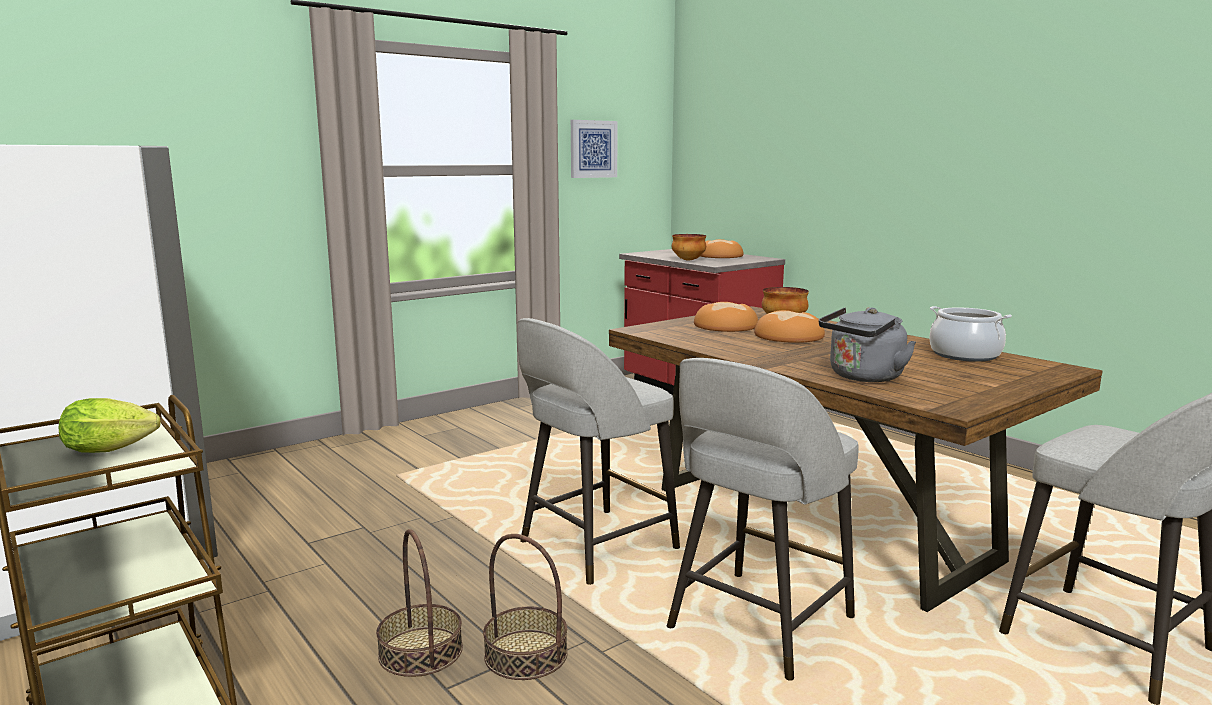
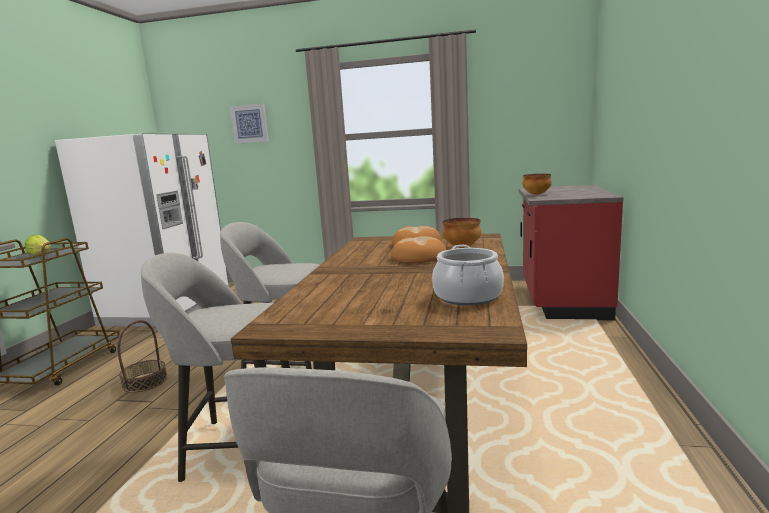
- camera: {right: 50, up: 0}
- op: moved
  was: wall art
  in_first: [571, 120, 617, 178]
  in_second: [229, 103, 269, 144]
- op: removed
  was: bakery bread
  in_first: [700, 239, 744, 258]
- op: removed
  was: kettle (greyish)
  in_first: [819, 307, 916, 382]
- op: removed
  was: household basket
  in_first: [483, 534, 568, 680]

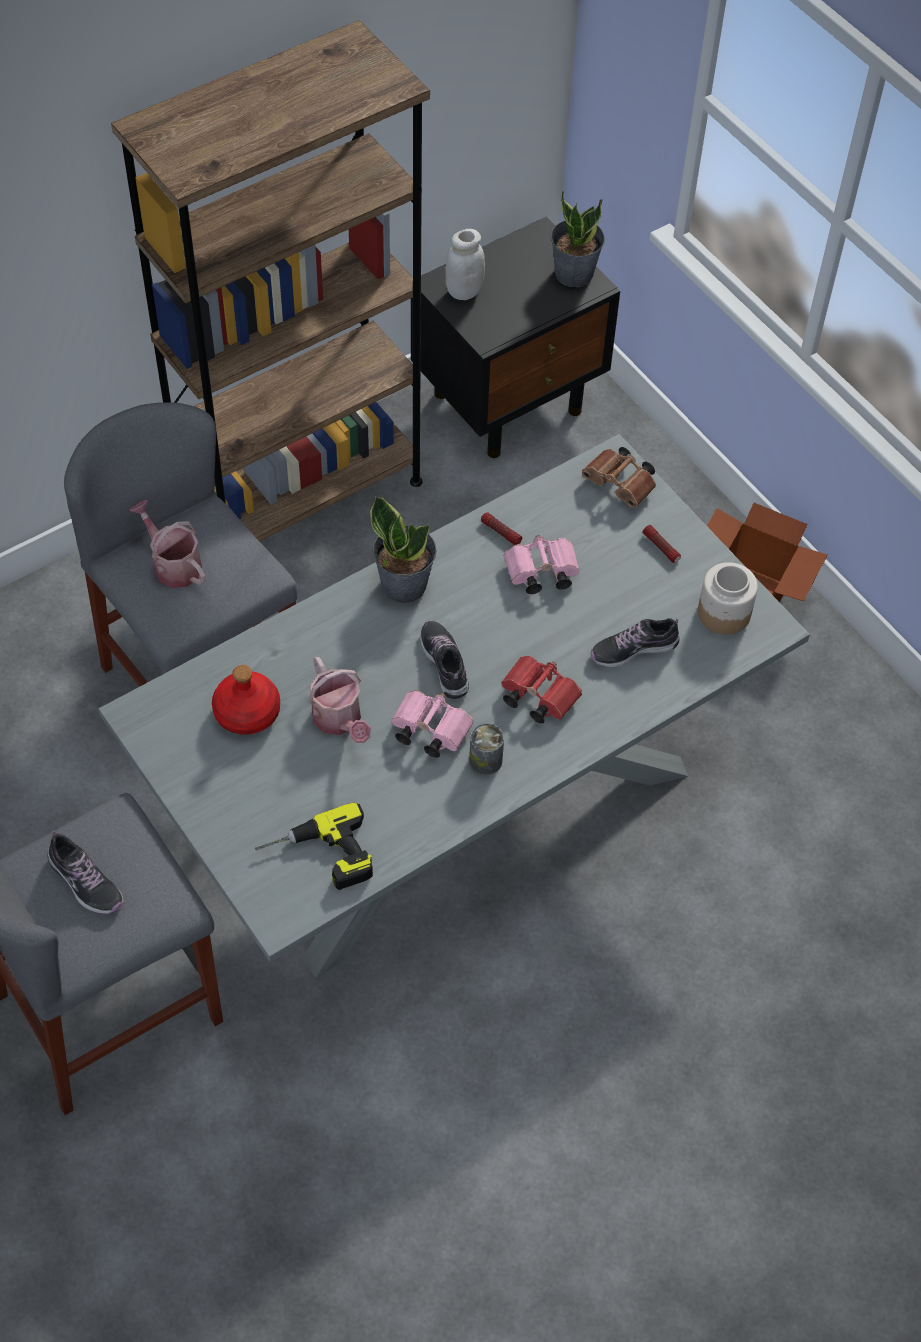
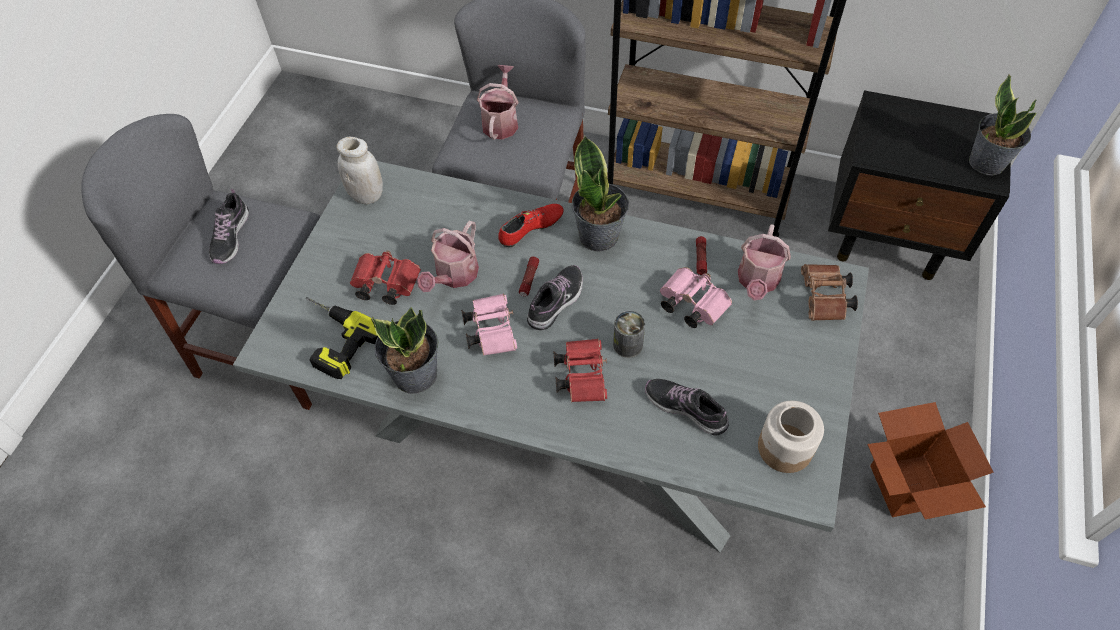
- camera: {right: 55, up: 0}
- op: moved
  was: preserve jar (white)
  in_first: [445, 229, 485, 300]
  in_second: [337, 137, 383, 204]
- op: moved
  was: flashlight
  in_first: [643, 525, 681, 563]
  in_second: [519, 257, 539, 296]
- op: removed
  was: bottle (red-coloured)
  in_first: [212, 665, 280, 735]
- op: moved
  was: sealed can
  in_first: [469, 723, 504, 775]
  in_second: [613, 311, 645, 358]
- op: added
  now: item of footwear (red-coloured)
  in_second: [498, 204, 564, 247]
- op: added
  now: watering pot
  in_second: [738, 224, 791, 300]
- op: added
  now: binoculars (red-coloured)
  in_second: [350, 250, 421, 305]
- op: added
  now: houseplant
  in_second: [371, 307, 438, 394]

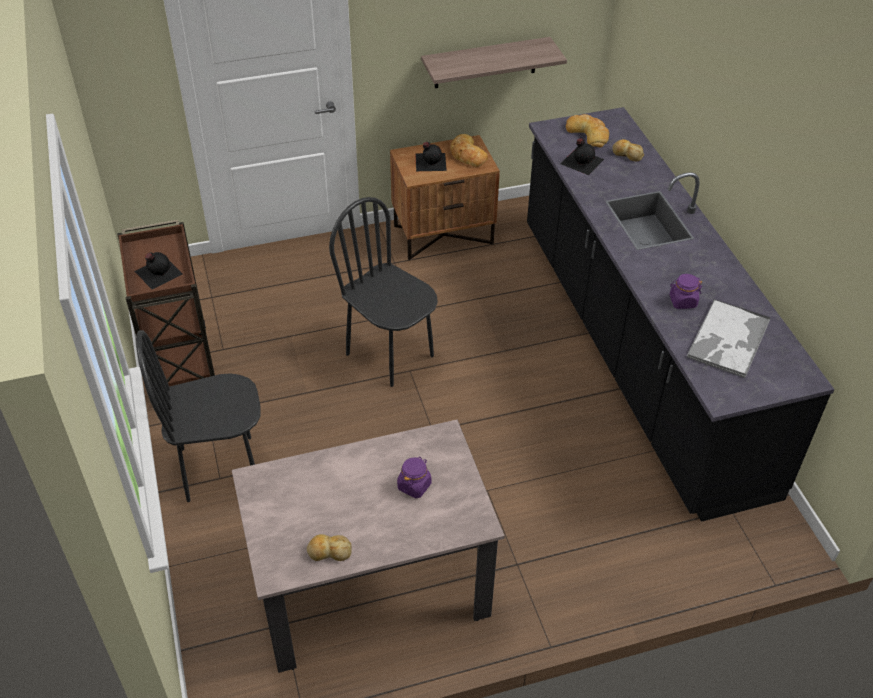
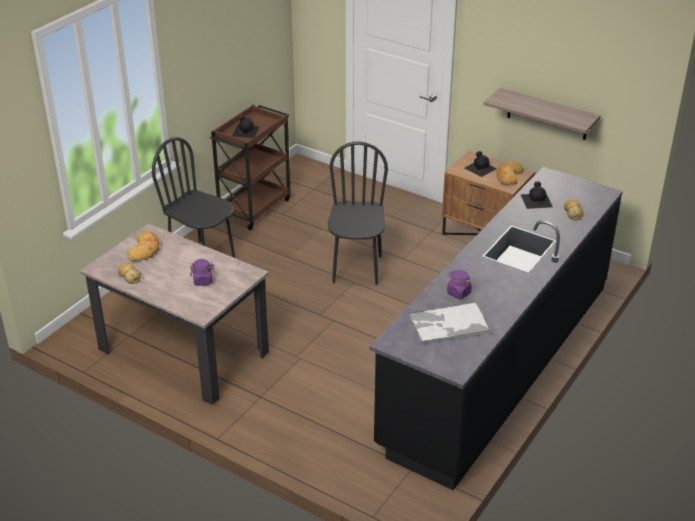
- camera: {right: 50, up: -10}
- op: moved
  was: bakery bread
  in_first: [566, 114, 609, 148]
  in_second: [127, 231, 160, 261]

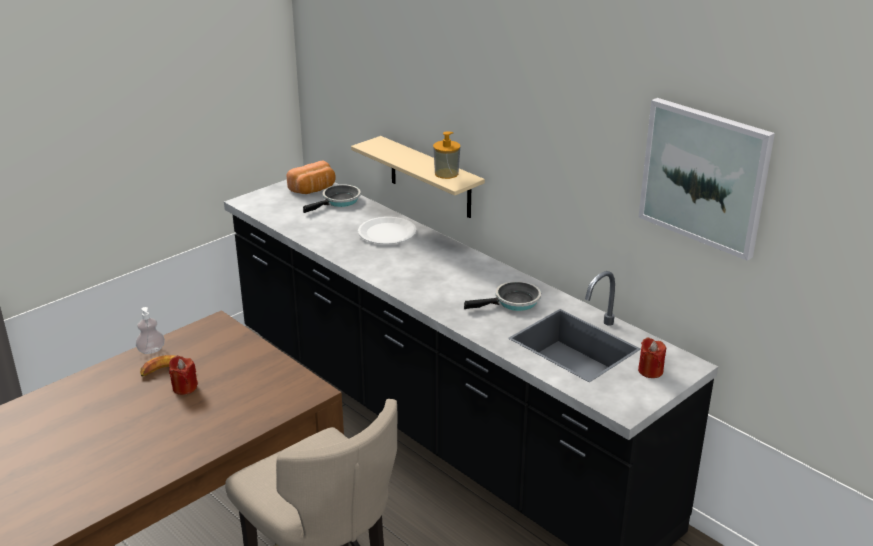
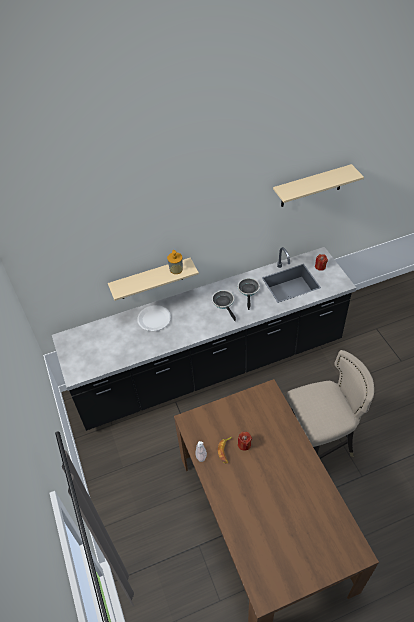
- camera: {right: -65, up: 20}
- op: replaced
  was: wall art
  now: bracket shelf (beige-coloured)
  in_first: [638, 98, 775, 261]
  in_second: [273, 164, 364, 207]
- op: removed
  was: bakery bread
  in_first: [287, 160, 335, 194]
- op: moved
  was: frying pan
  in_first: [303, 184, 361, 213]
  in_second: [212, 290, 236, 321]

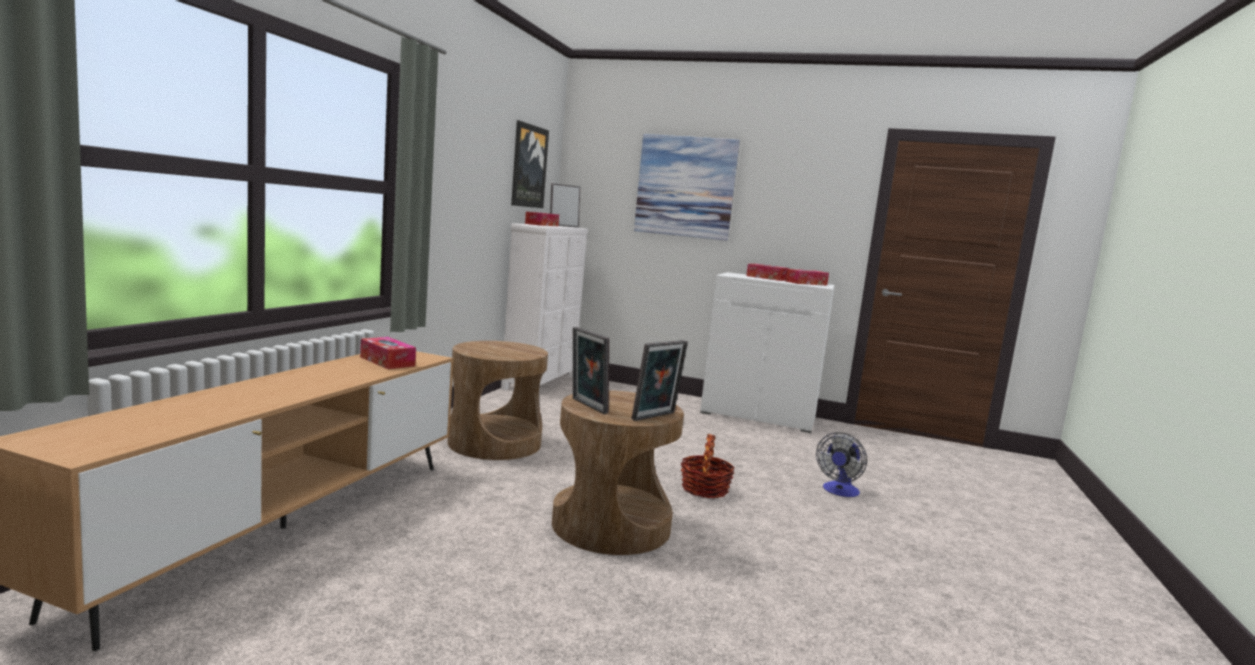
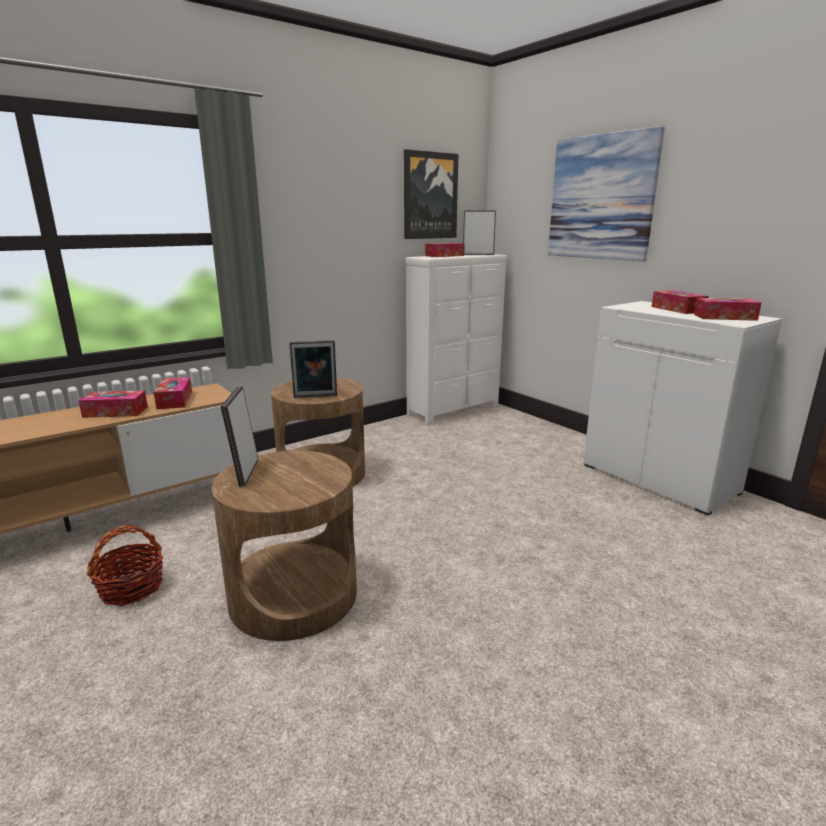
- camera: {right: 35, up: 10}
- op: moved
  was: photo frame
  in_first: [632, 340, 688, 421]
  in_second: [289, 340, 337, 398]
- op: removed
  was: electric fan
  in_first: [816, 432, 867, 497]
- op: moved
  was: household basket
  in_first: [681, 434, 735, 499]
  in_second: [86, 525, 163, 606]
- op: added
  now: box of tissues
  in_second: [78, 391, 148, 418]

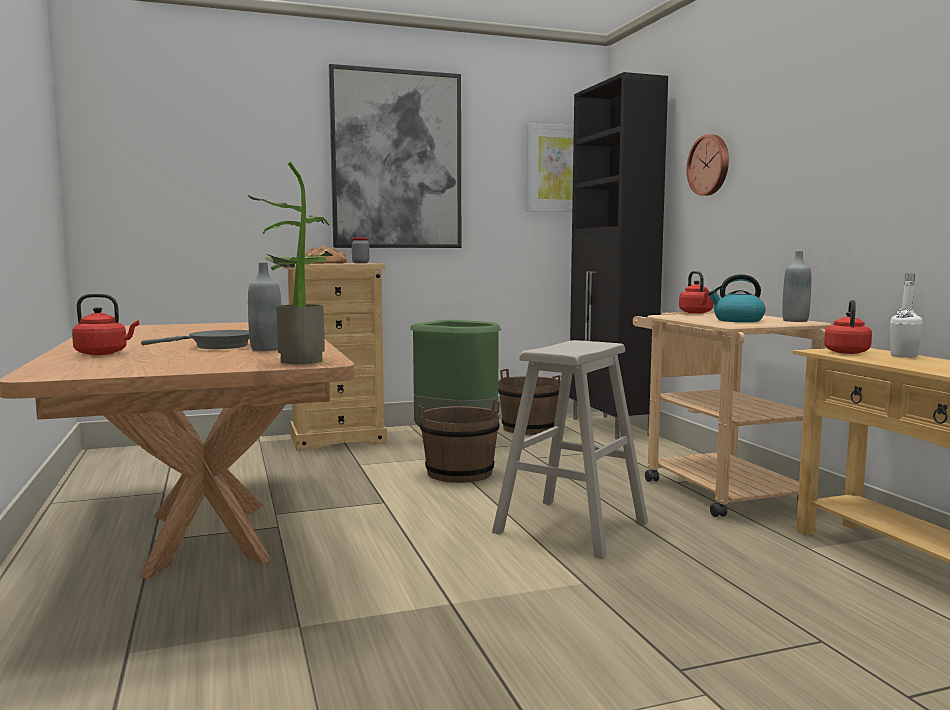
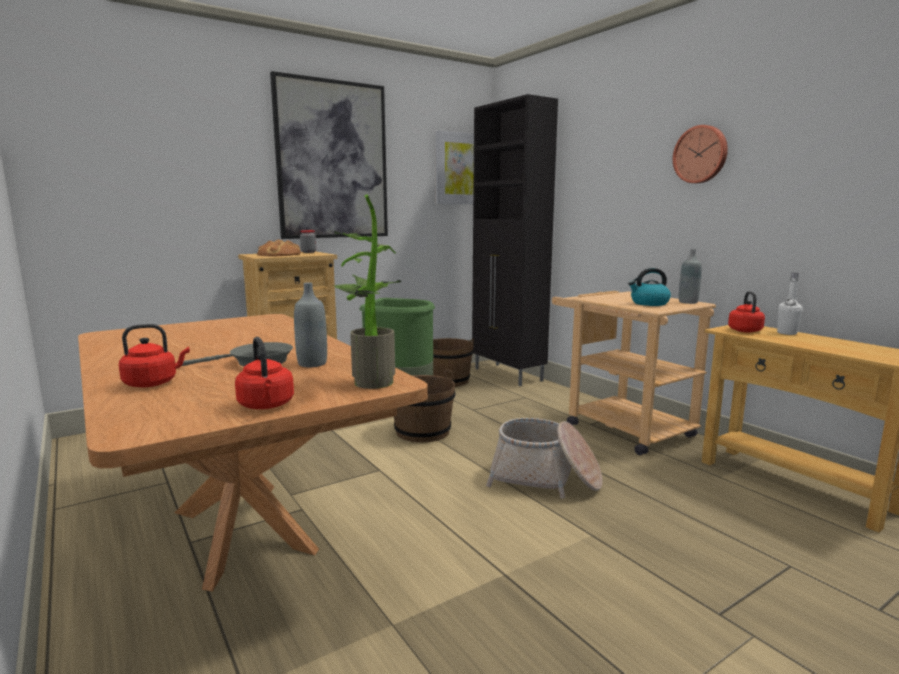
- camera: {right: -15, up: 5}
- op: moved
  was: hanging clock
  in_first: [687, 134, 729, 196]
  in_second: [673, 125, 728, 183]
- op: moved
  was: kettle (red-coloured)
  in_first: [679, 271, 714, 313]
  in_second: [235, 337, 294, 409]
- op: replaced
  was: sitting stool (beige-coloured)
  now: household basket
  in_first: [492, 340, 648, 559]
  in_second: [486, 418, 603, 499]

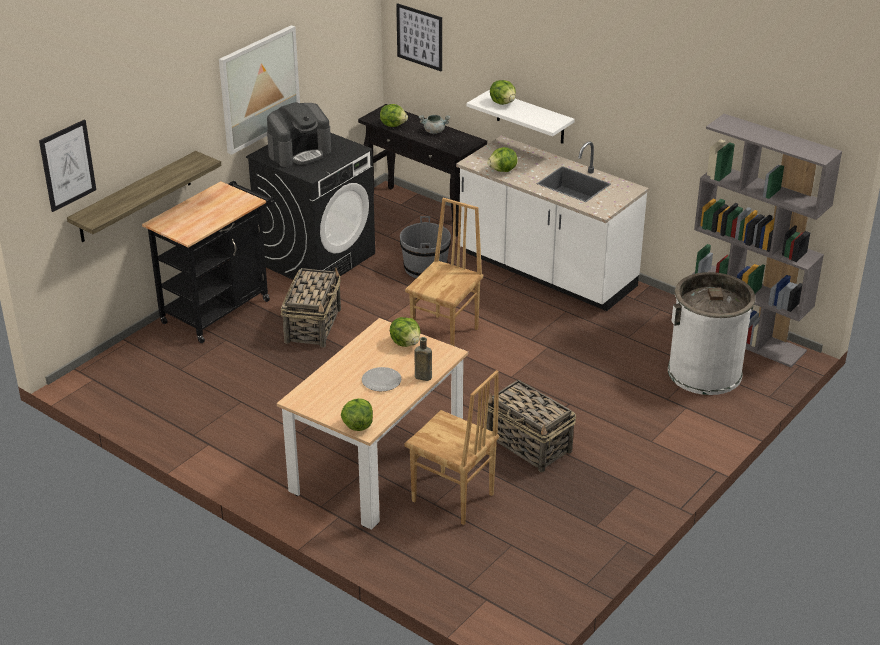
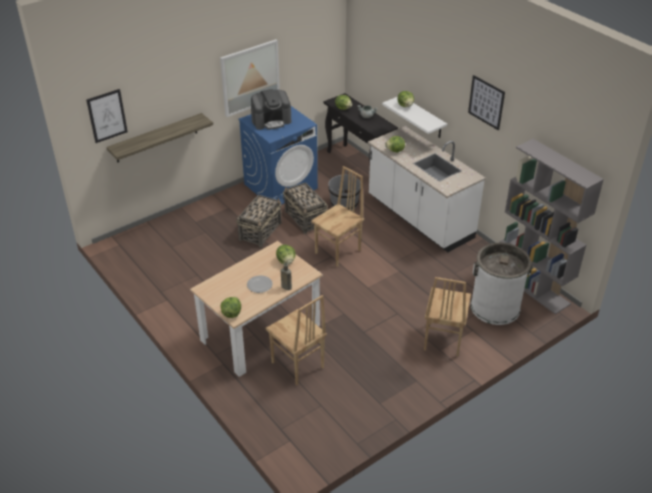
- camera: {right: 15, up: 5}
- op: moved
  was: wall art
  in_first: [396, 3, 442, 71]
  in_second: [468, 75, 505, 130]
- op: recoloured
  was: washing machine (black)
  now: washing machine (blue)
  in_first: [246, 133, 375, 280]
  in_second: [238, 106, 318, 205]
- op: removed
  was: cart (black)
  in_first: [142, 181, 275, 343]
- op: moved
  was: household basket
  in_first: [485, 380, 576, 472]
  in_second: [283, 182, 328, 234]
- op: added
  now: chair (brown)
  in_second: [424, 277, 471, 357]

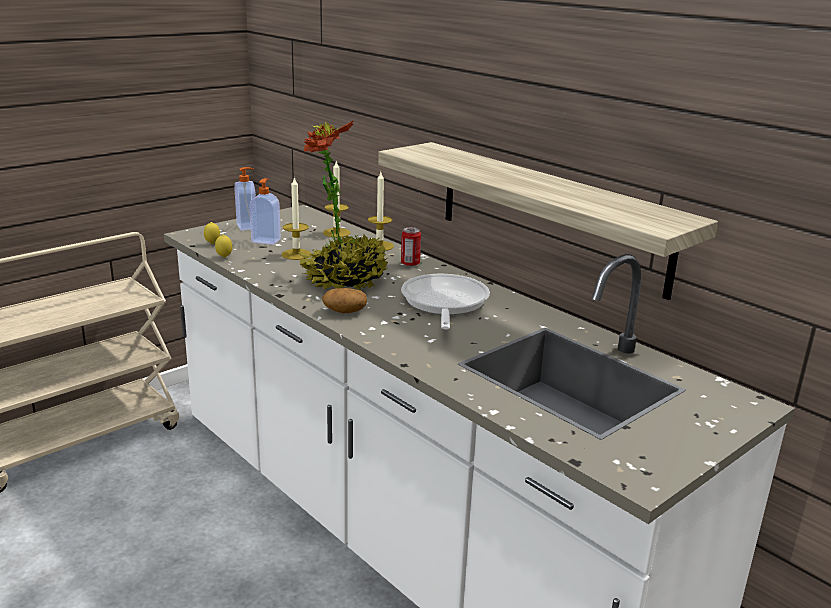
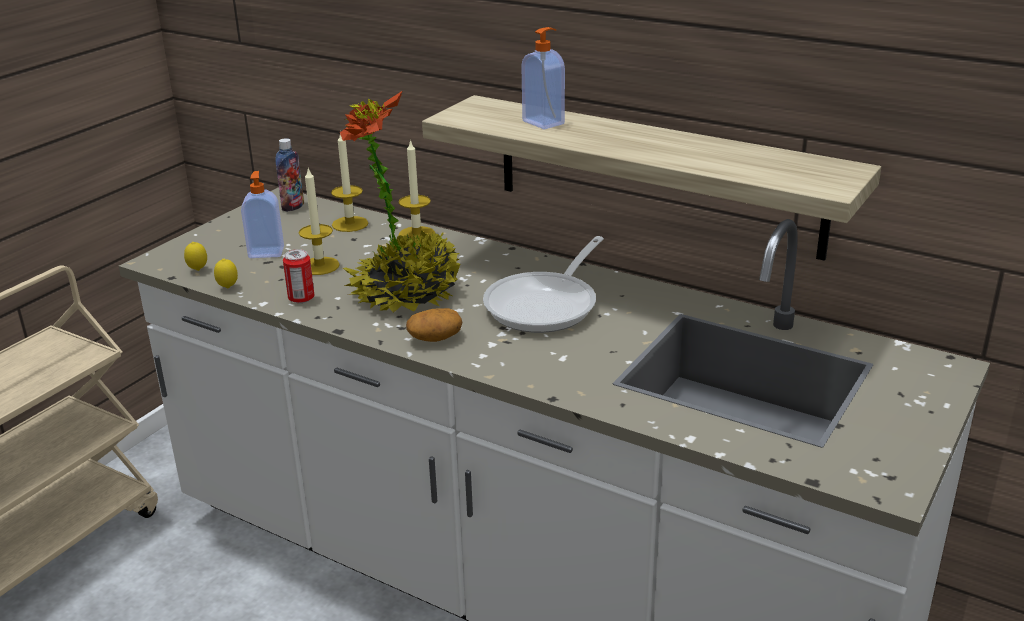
- camera: {right: -15, up: 5}
- op: moved
  was: soap dispenser
  in_first: [234, 167, 256, 231]
  in_second: [521, 27, 565, 130]
- op: moved
  was: sealed can
  in_first: [401, 227, 421, 267]
  in_second: [283, 249, 314, 303]
- op: turned
  was: frying pan
  in_first: [401, 274, 490, 329]
  in_second: [483, 236, 604, 333]
  clockwise: -135
- op: added
  now: bottle
  in_second: [275, 138, 304, 212]

